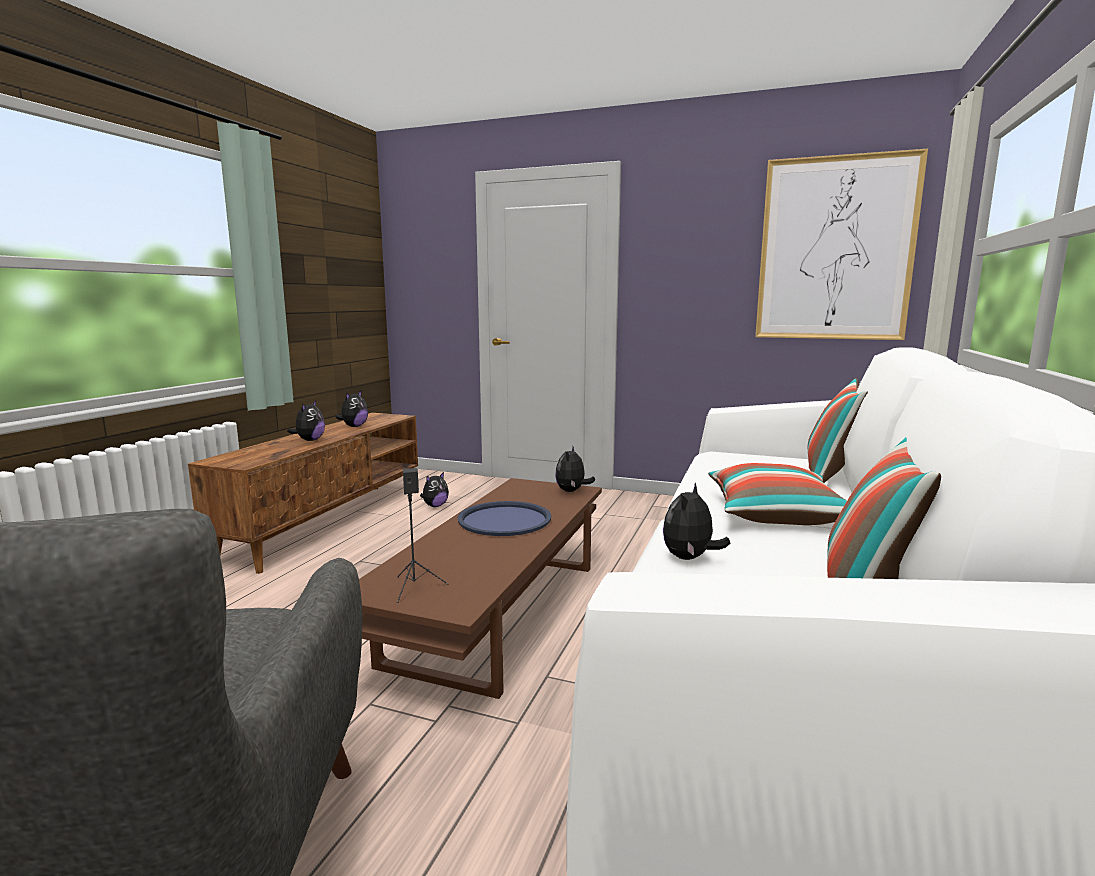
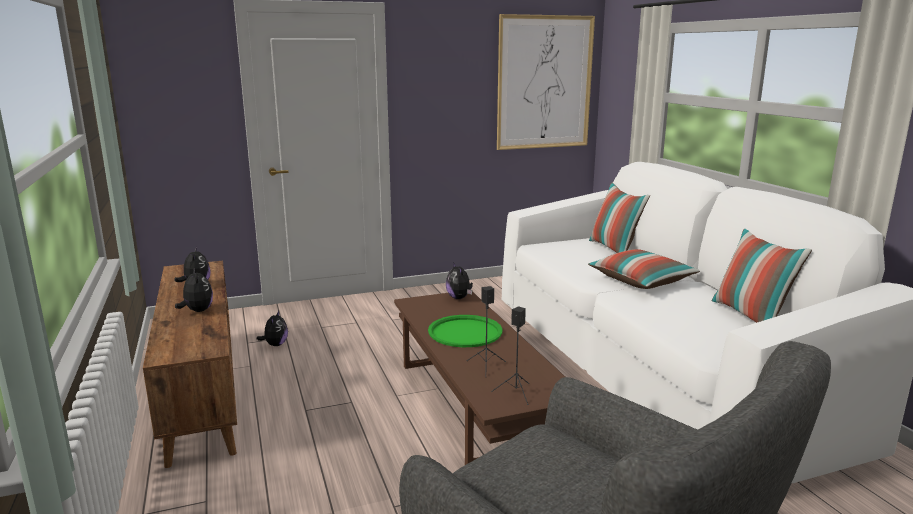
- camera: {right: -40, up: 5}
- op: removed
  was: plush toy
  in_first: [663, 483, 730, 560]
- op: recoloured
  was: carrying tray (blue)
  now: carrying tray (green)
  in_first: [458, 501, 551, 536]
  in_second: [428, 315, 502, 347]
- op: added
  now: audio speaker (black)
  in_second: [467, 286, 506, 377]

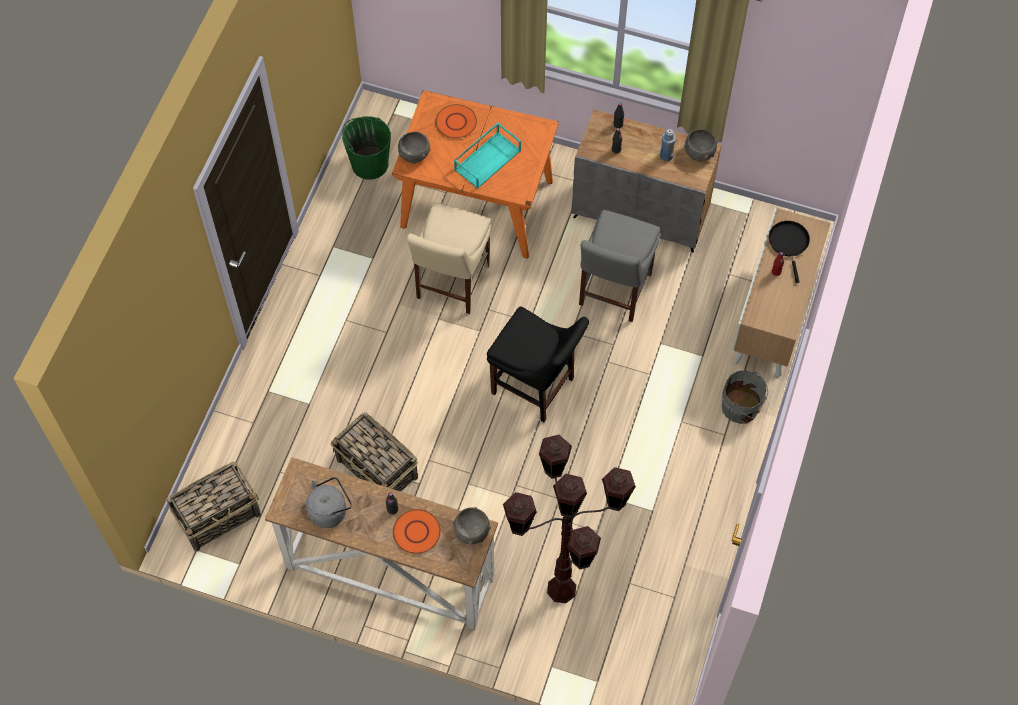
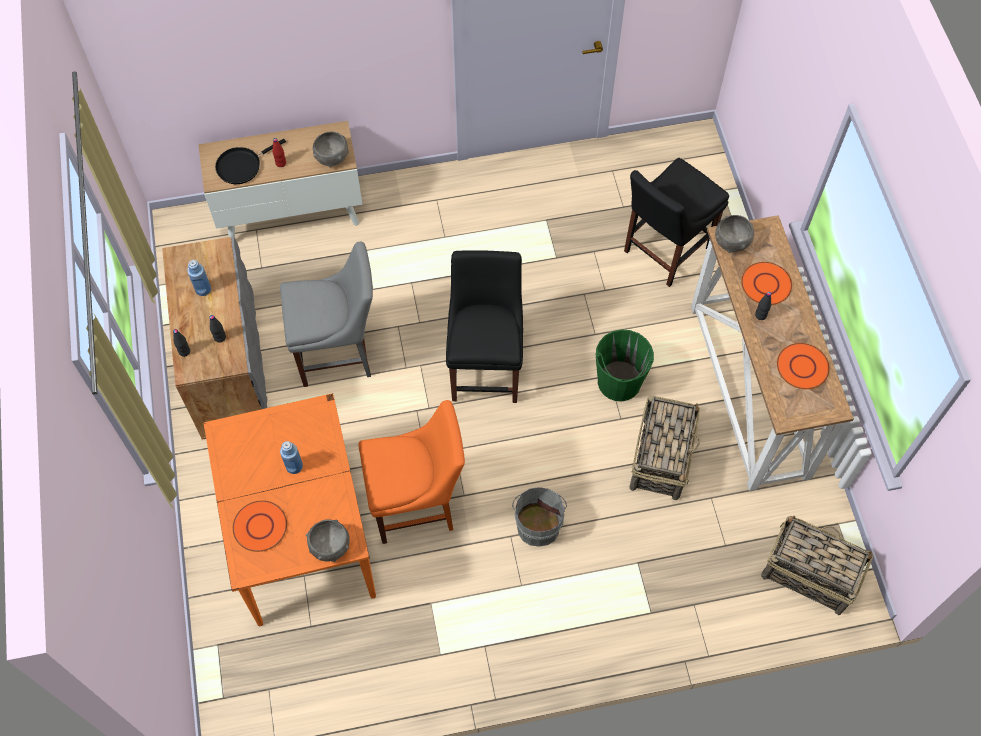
- camera: {right: -120, up: 0}
- op: moved
  was: bucket (green)
  in_first: [342, 116, 391, 180]
  in_second: [595, 329, 654, 401]
- op: replaced
  was: carrying tray (blue-green)
  now: bottle (blue)
  in_first: [454, 123, 521, 189]
  in_second: [280, 441, 303, 474]
- op: moved
  was: deep dish (greyish)
  in_first: [684, 129, 718, 161]
  in_second: [313, 132, 349, 167]
- op: recoloured
  was: chair (beige-coloured)
  now: chair (orange)
  in_first: [407, 203, 492, 314]
  in_second: [359, 400, 465, 544]
- op: moved
  was: bucket (greyish)
  in_first: [722, 371, 768, 424]
  in_second: [512, 487, 567, 547]
- op: replaced
  was: standing lamp (brown)
  now: chair (black)
  in_first: [503, 435, 636, 603]
  in_second: [624, 158, 729, 287]
- op: replaced
  was: kettle (greyish)
  now: dinner plate (orange)
  in_first: [306, 477, 352, 528]
  in_second: [777, 343, 830, 390]

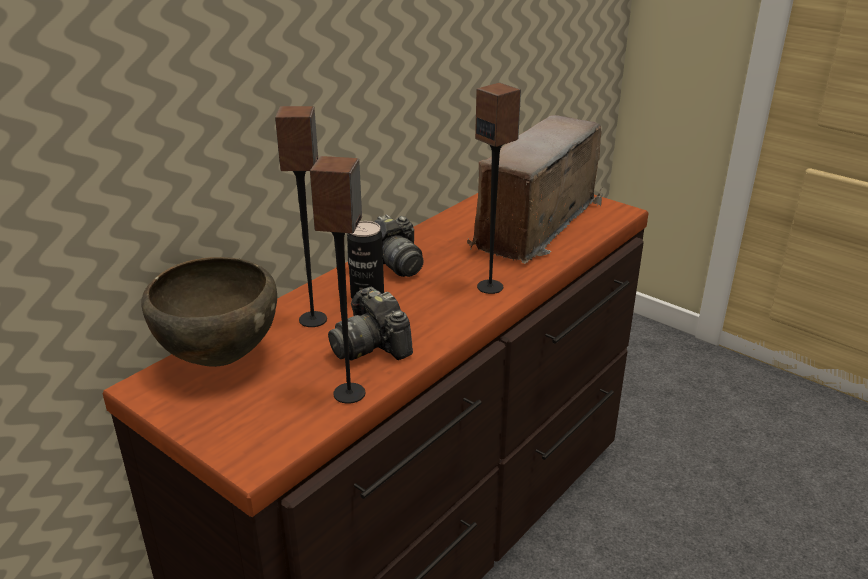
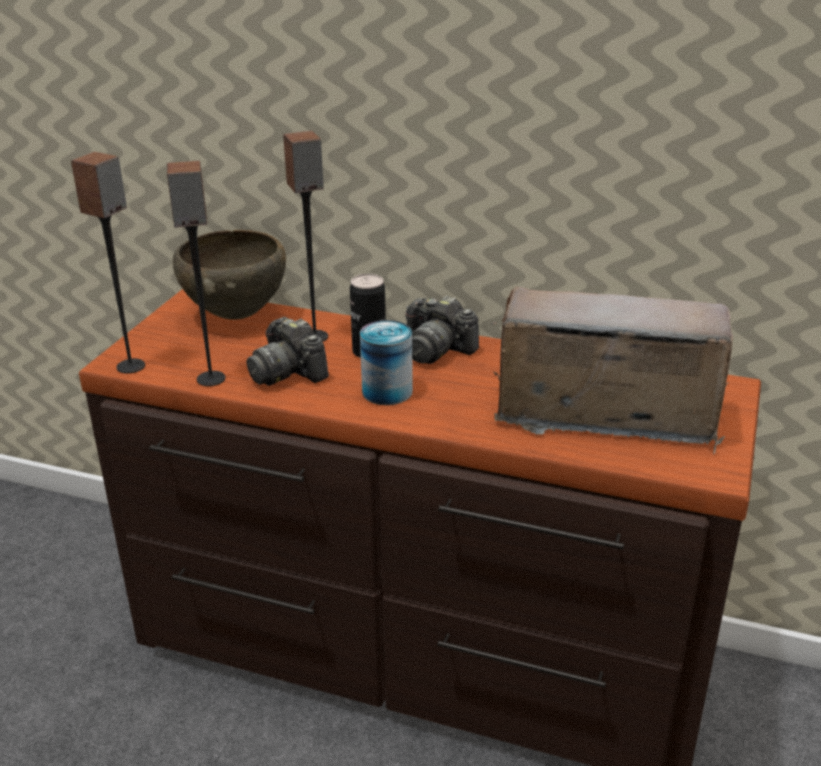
- camera: {right: 70, up: 0}
- op: moved
  was: audio speaker
  in_first: [475, 83, 521, 294]
  in_second: [71, 152, 145, 374]
- op: turned
  was: still camera
  in_first: [328, 287, 413, 360]
  in_second: [246, 317, 329, 386]
  clockwise: -75
- op: added
  now: sealed can
  in_second: [360, 320, 413, 405]

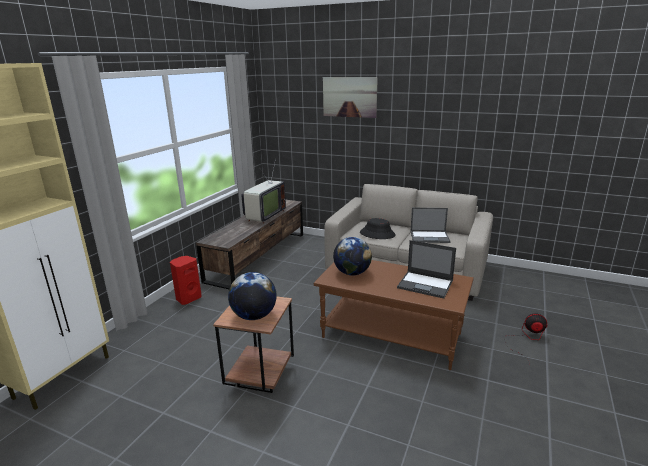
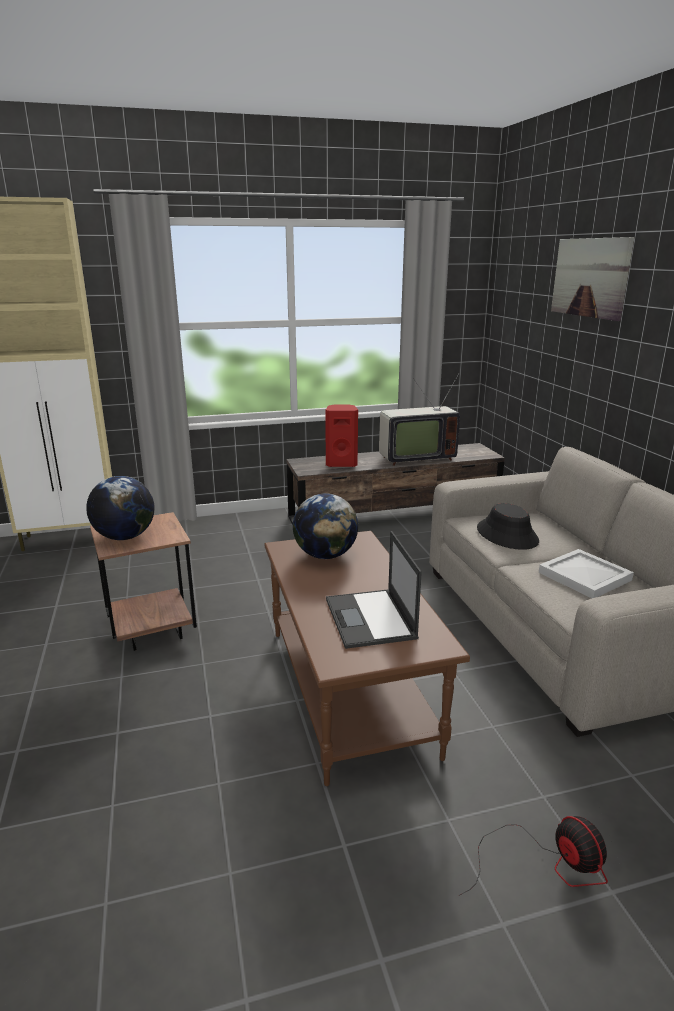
- camera: {right: 50, up: 0}
- op: replaced
  was: notebook computer
  now: carrying tray (white)
  in_first: [410, 208, 450, 243]
  in_second: [539, 549, 634, 598]
- op: moved
  was: audio speaker (red-coloured)
  in_first: [170, 256, 202, 305]
  in_second: [325, 404, 358, 467]

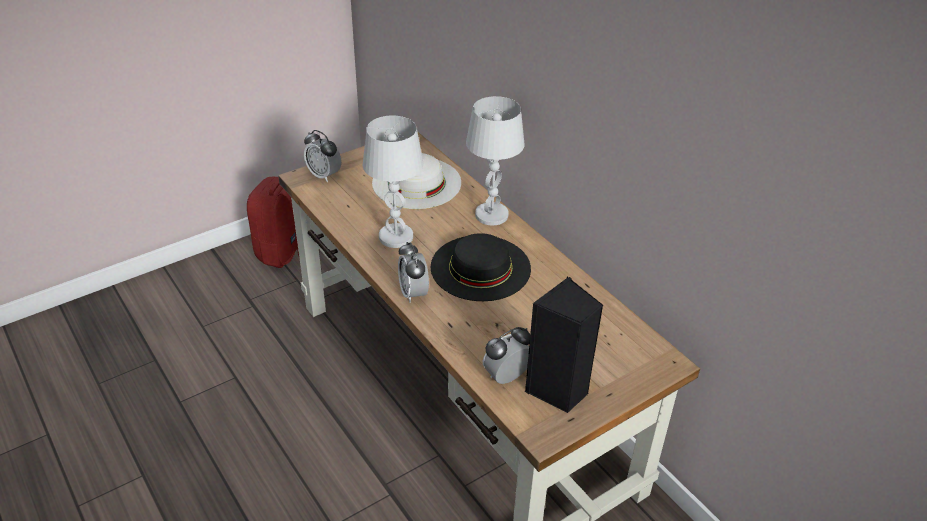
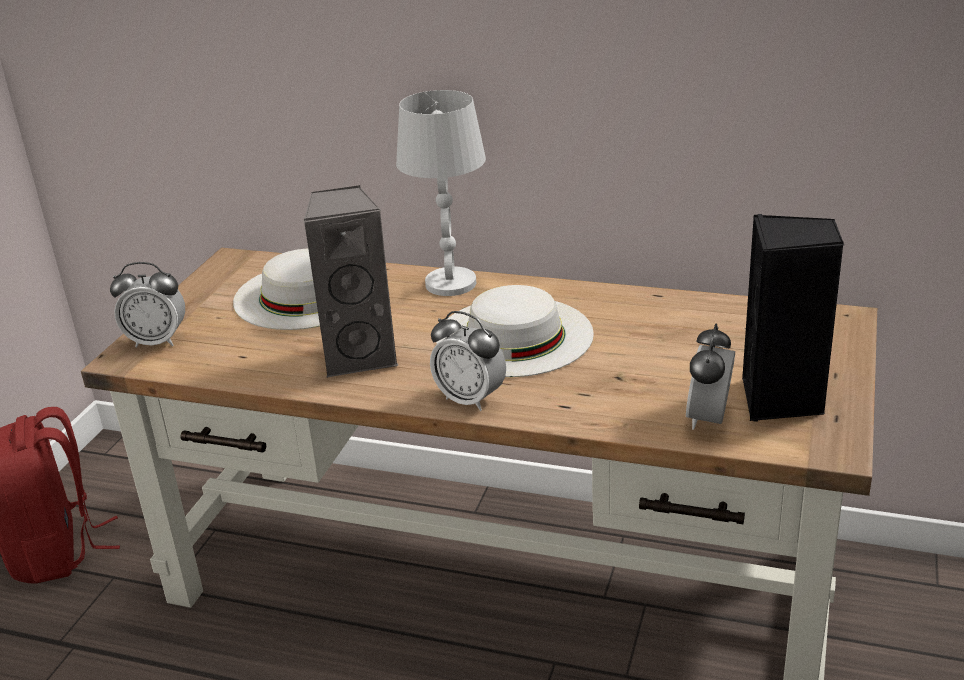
- camera: {right: -35, up: -10}
- op: replaced
  was: lamp for a table (white)
  now: audio speaker (greyish)
  in_first: [363, 116, 423, 248]
  in_second: [303, 185, 398, 378]
- op: recoloured
  was: wearable hat (black)
  now: wearable hat (white)
  in_first: [431, 233, 531, 301]
  in_second: [436, 285, 594, 377]

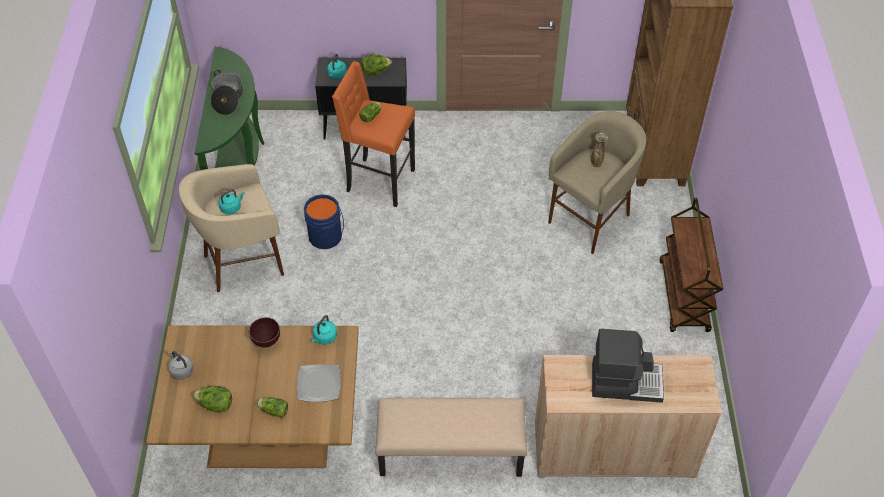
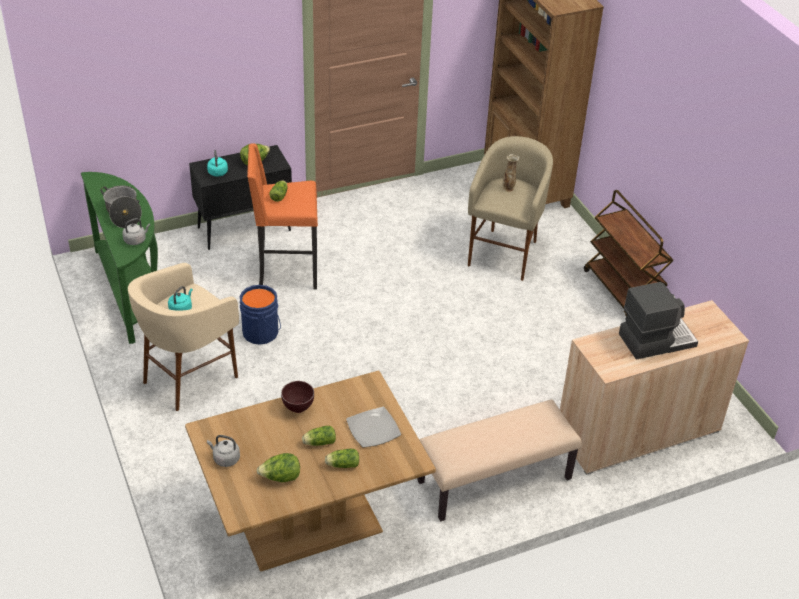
- camera: {right: -25, up: -10}
- op: removed
  was: kettle (blue-green)
  in_first: [311, 315, 337, 344]
- op: added
  now: kettle (greyish)
  in_second: [123, 218, 150, 245]
- op: added
  now: head of lettuce
  in_second: [302, 426, 336, 446]

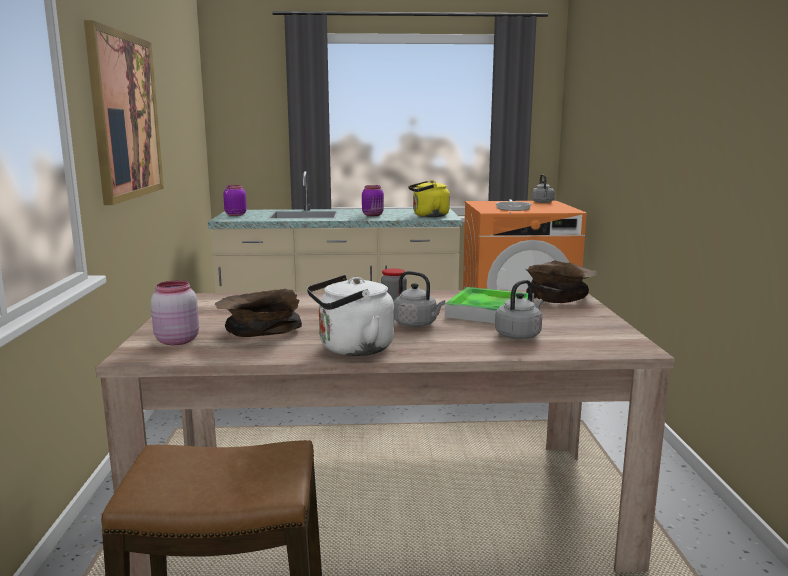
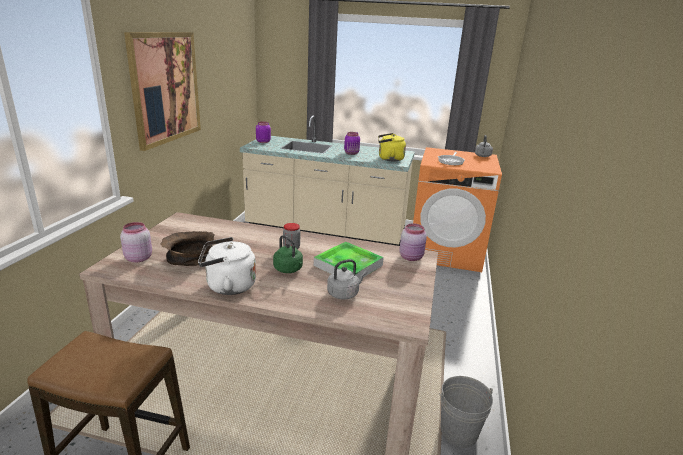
- camera: {right: 15, up: 10}
- op: replaced
  was: deep dish (brown)
  now: preserve jar (pink-coloured)
  in_first: [525, 260, 597, 303]
  in_second: [399, 223, 427, 261]
- op: recoloured
  was: kettle (greyish)
  now: kettle (green)
  in_first: [394, 271, 445, 327]
  in_second: [273, 235, 303, 273]
- op: added
  now: bucket (greyish)
  in_second: [439, 376, 493, 448]

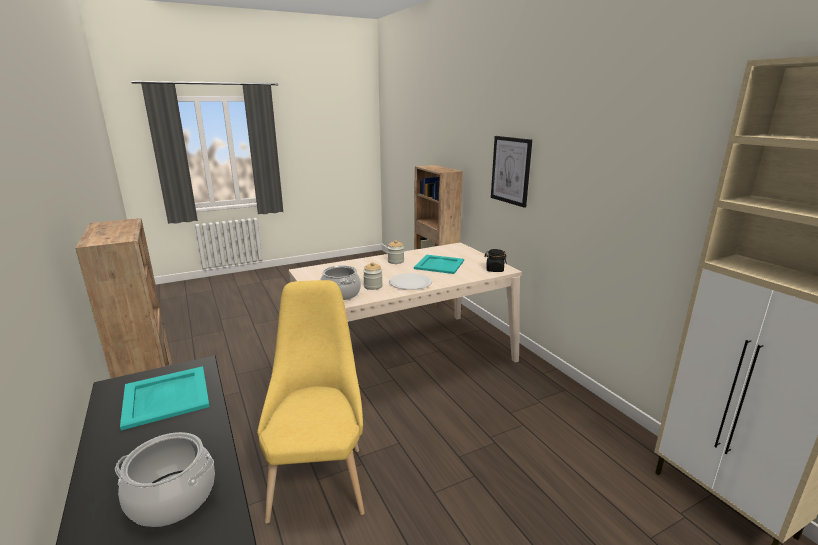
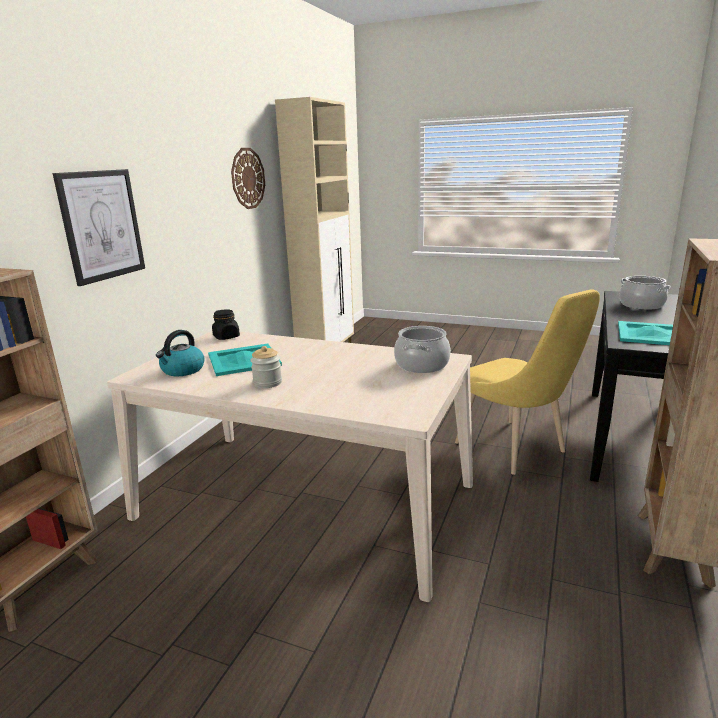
- camera: {right: -130, up: 0}
- op: removed
  was: preserve jar
  in_first: [363, 262, 383, 290]
- op: removed
  was: dinner plate (white)
  in_first: [389, 273, 432, 290]
- op: turned
  was: chair (yellow)
  in_first: [257, 280, 365, 523]
  in_second: [455, 290, 600, 475]
  clockwise: -75
- op: added
  now: hanging clock
  in_second: [231, 148, 265, 209]
- op: added
  now: kettle
  in_second: [156, 330, 205, 376]

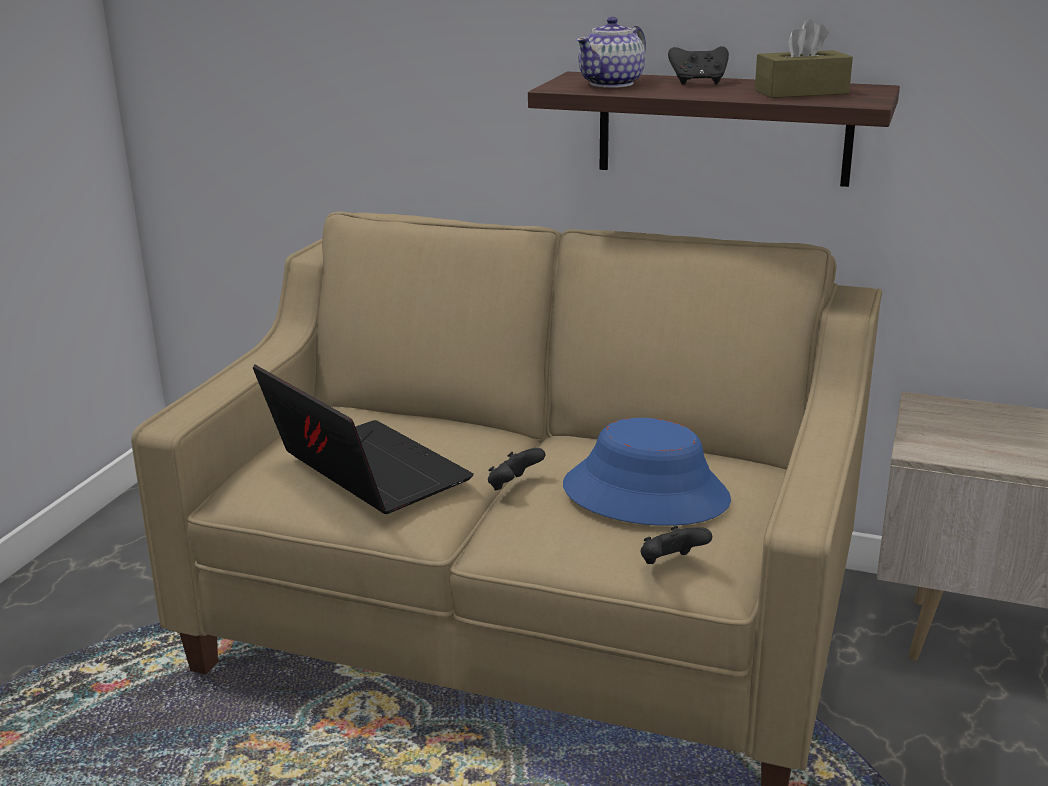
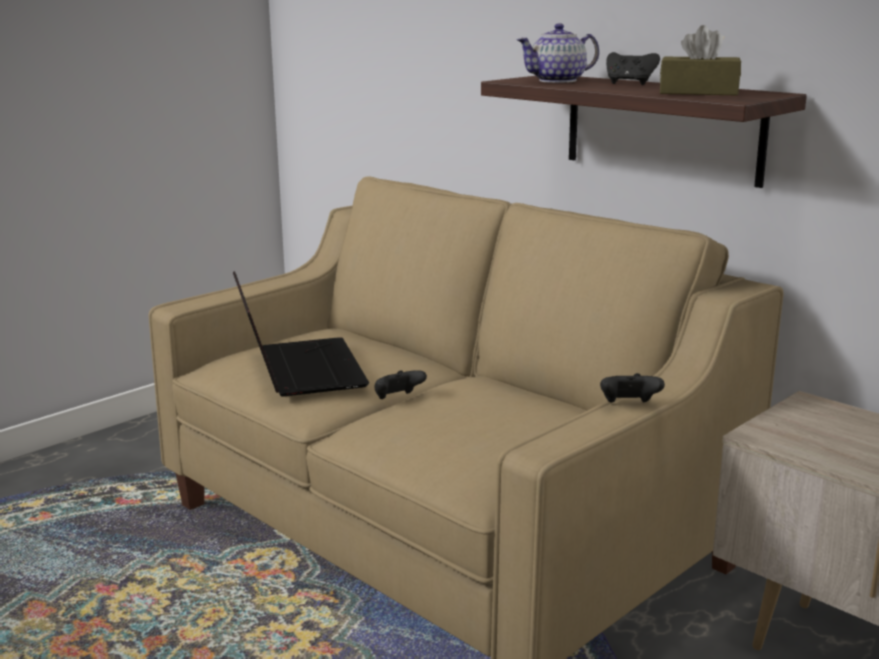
- camera: {right: 25, up: -5}
- op: removed
  was: wearable hat (blue)
  in_first: [563, 418, 731, 526]
- op: moved
  was: joypad (black)
  in_first: [640, 526, 712, 564]
  in_second: [600, 373, 665, 403]

